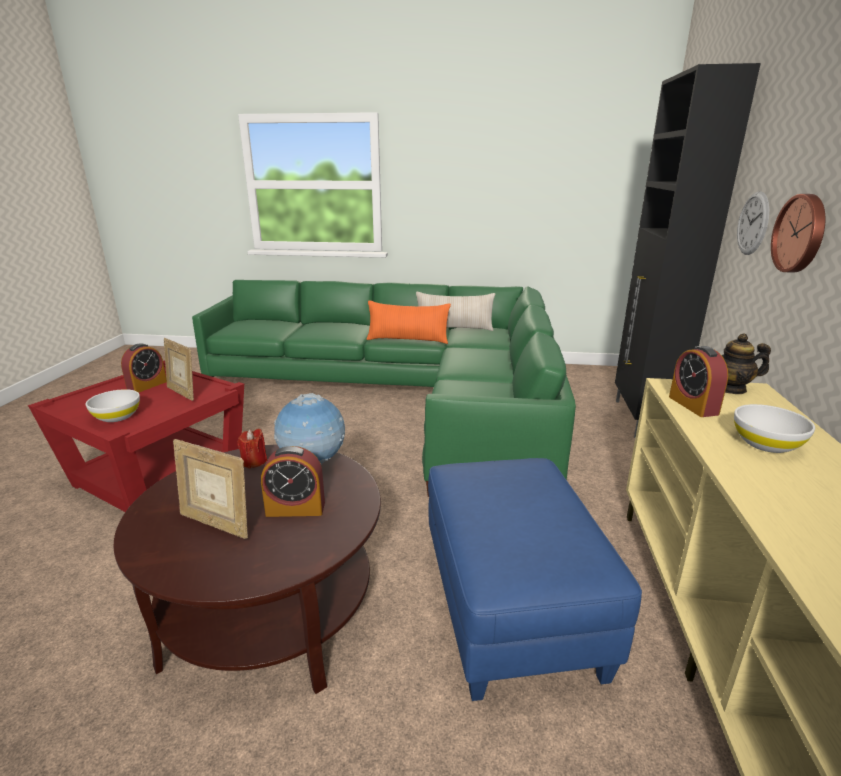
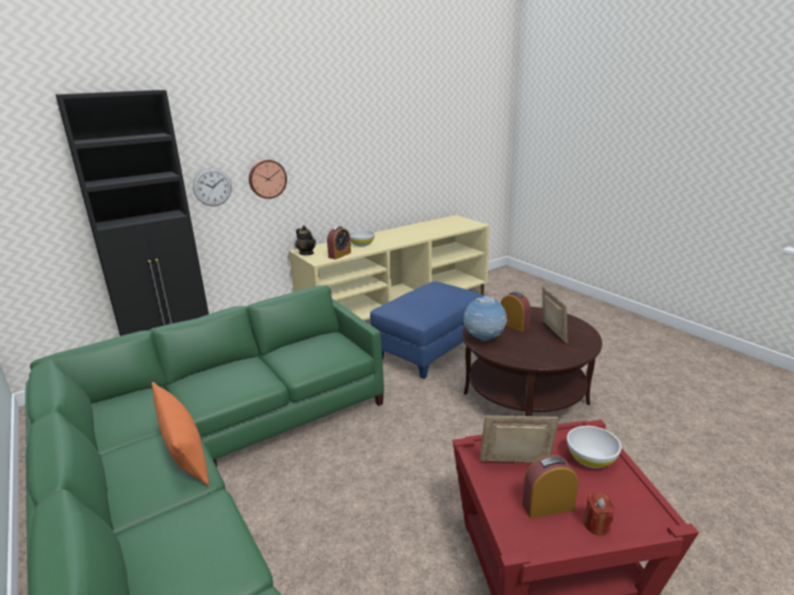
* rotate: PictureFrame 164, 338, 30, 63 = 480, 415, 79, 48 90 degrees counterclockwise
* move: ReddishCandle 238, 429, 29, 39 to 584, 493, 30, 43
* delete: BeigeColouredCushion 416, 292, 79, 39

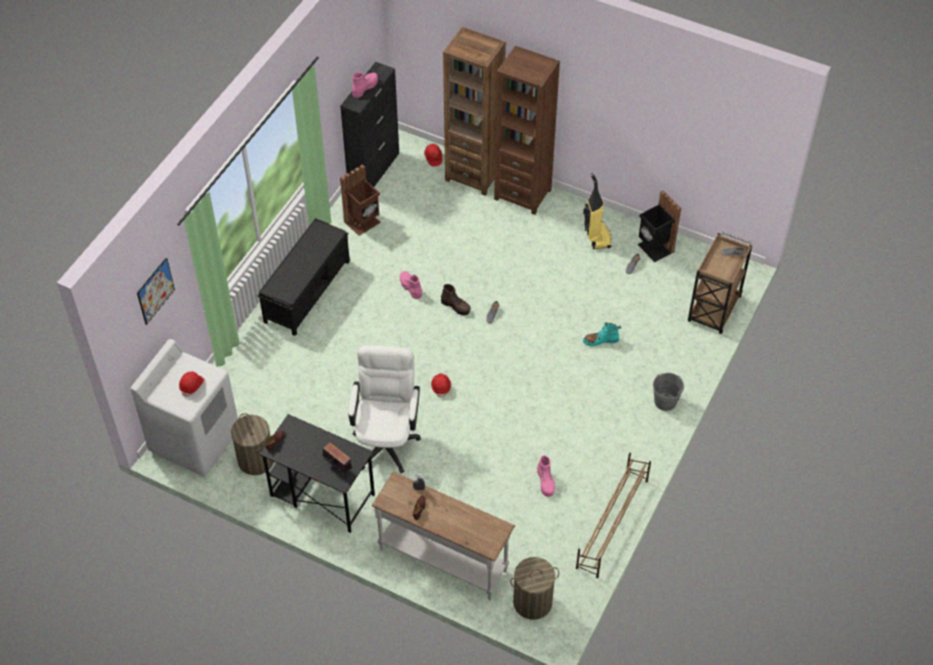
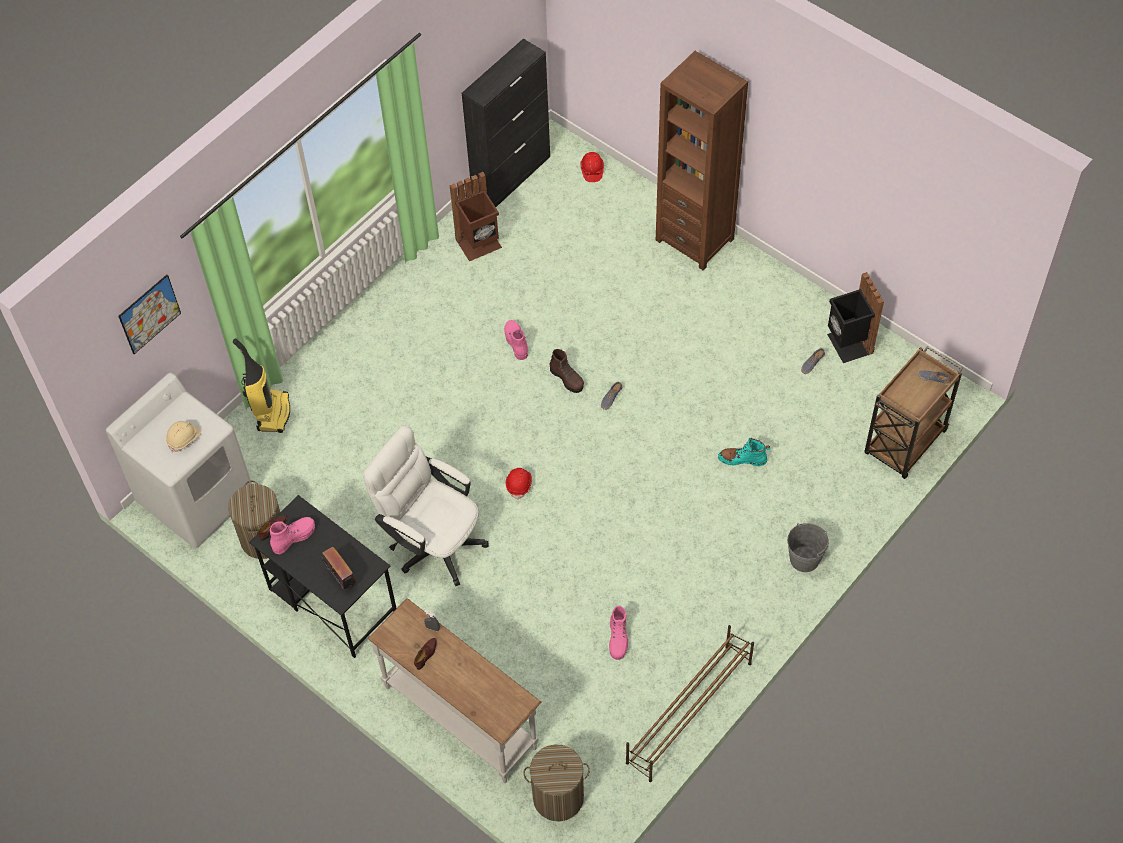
* recolor: ReddishSafetyHelmet 179, 371, 25, 26 to BeigeColouredSafetyHelmet 166, 421, 35, 31
* move: Vacuum 583, 173, 29, 76 to 233, 339, 57, 94
* move: PinkColouredHighTopBoot 352, 72, 26, 26 to 270, 517, 45, 37
* rotate: WhitishOfficeChair 348, 345, 73, 128 = 363, 426, 126, 160 75 degrees counterclockwise
* delete: BlackishLongSeat 258, 218, 92, 118
* delete: BrownishBookshelf 443, 27, 63, 169

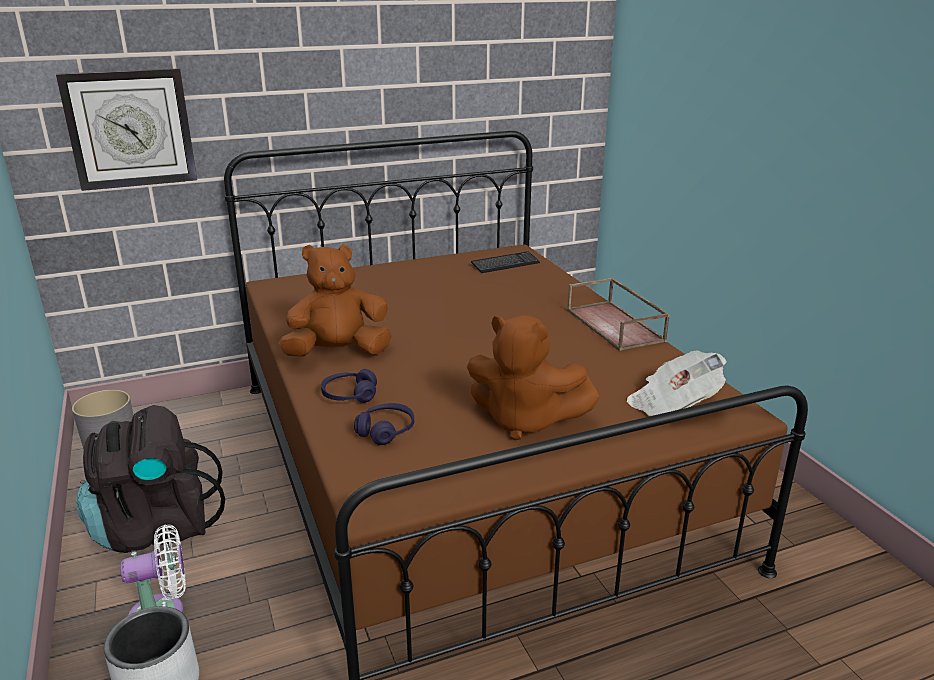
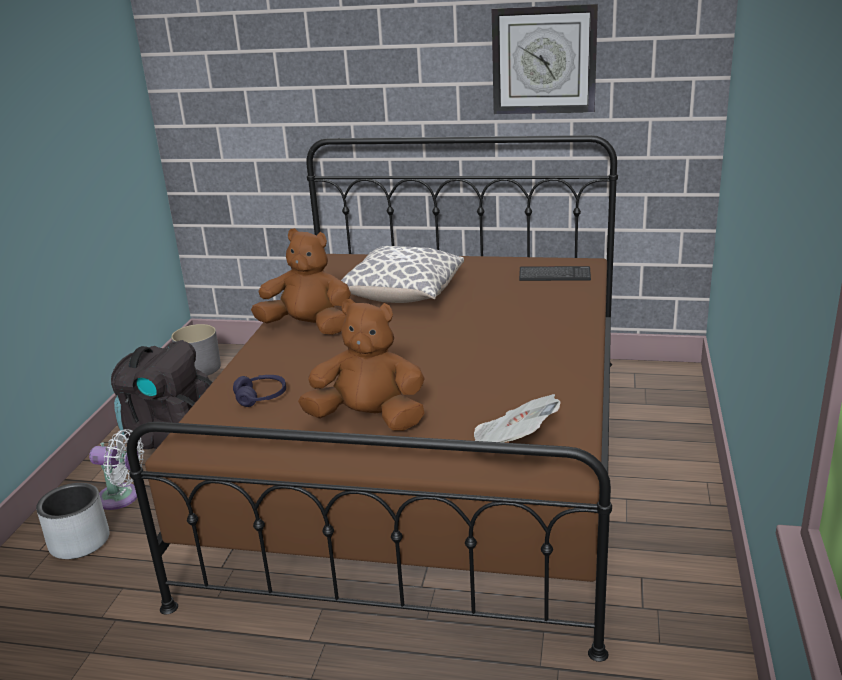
* rotate: BrownishCuddlyToy 467, 315, 133, 125 = 298, 299, 127, 132 135 degrees clockwise
* insert: Cushion 341, 246, 123, 57
* move: WallClock 56, 68, 141, 123 to 492, 4, 106, 110
* delete: PurpleColouredHeadphones 321, 369, 56, 34
* delete: BrownishServingTray 567, 278, 103, 73

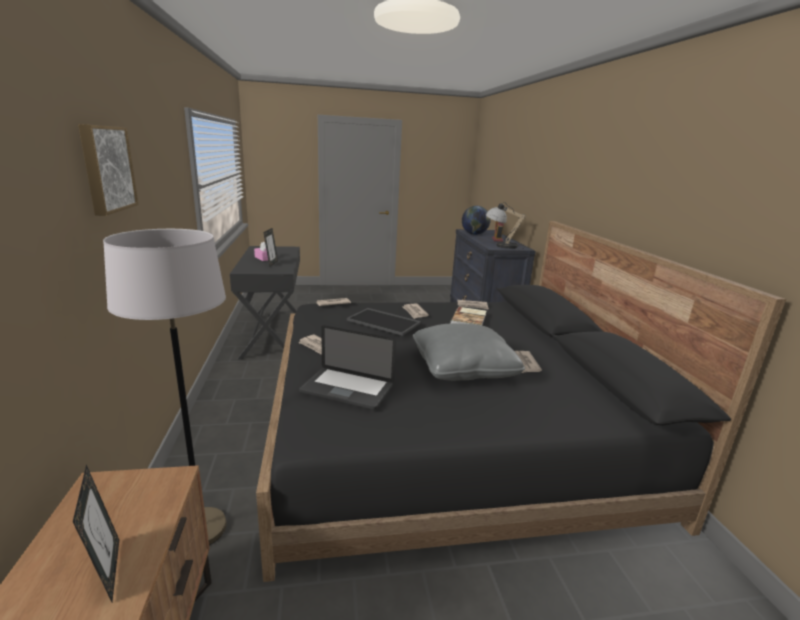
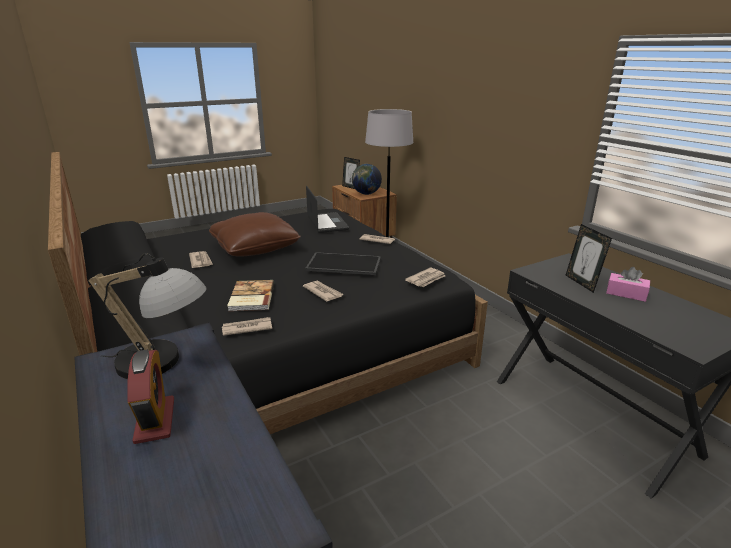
* recolor: GrayCushion 413, 323, 112, 58 to BrownishCushion 209, 212, 92, 45
* rotate: PortableComputer 299, 325, 97, 85 = 306, 186, 43, 47 75 degrees clockwise
* move: WorldGlobe 462, 206, 29, 29 to 352, 164, 30, 31
* delete: WallPicture 78, 124, 61, 92

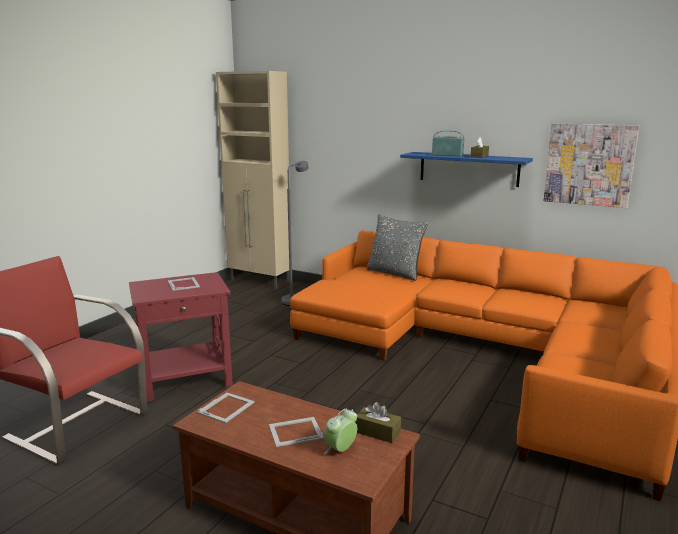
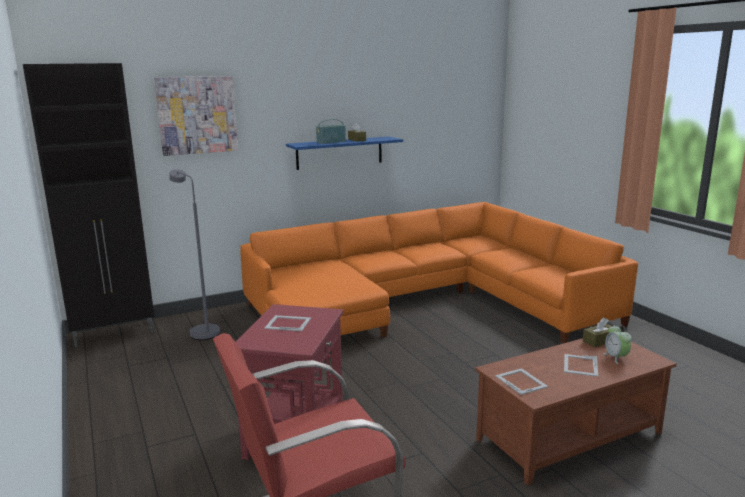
* recolor: BeigeColouredCupboard 216, 71, 74, 218 to BlackishCupboard 23, 63, 131, 284
* move: WallPicture 544, 123, 95, 85 to 154, 76, 84, 80
* delete: GrayCushion 367, 214, 61, 67

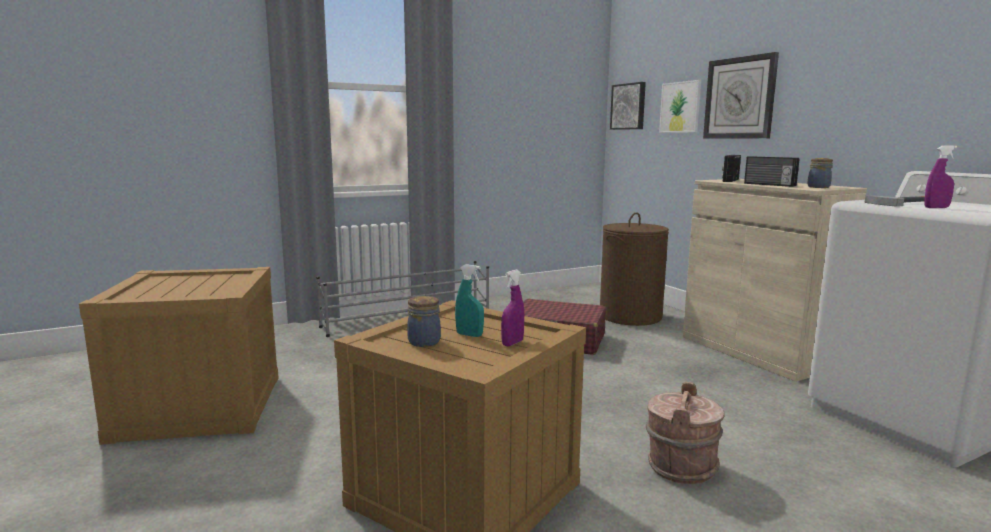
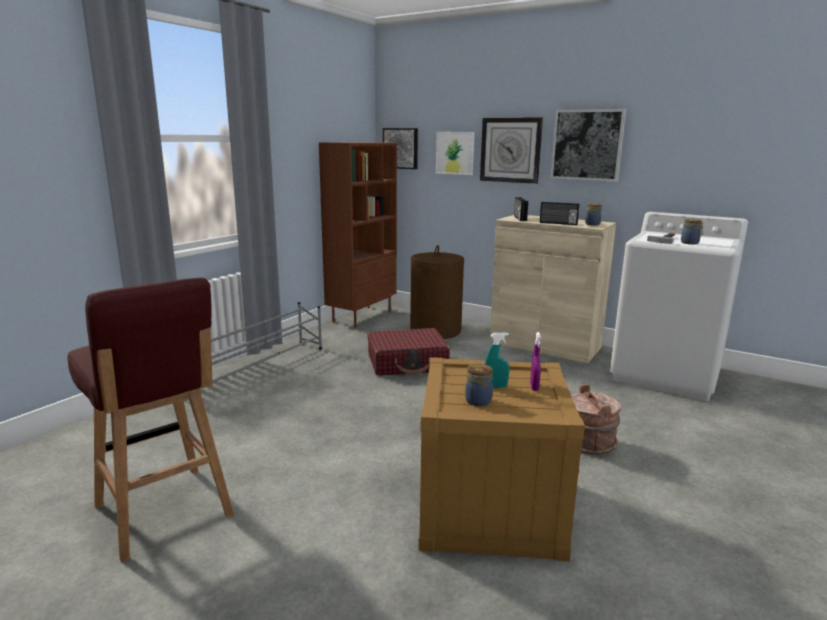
* replace: PackingCrate 79, 267, 200, 178 to ReddishSittingStool 67, 277, 167, 286
* insert: BrownishBookshelf 319, 142, 78, 185
* insert: WallPicture 550, 109, 76, 73
* replace: PurpleColouredSprayBottle 924, 145, 33, 63 to StorageJar 681, 219, 22, 25

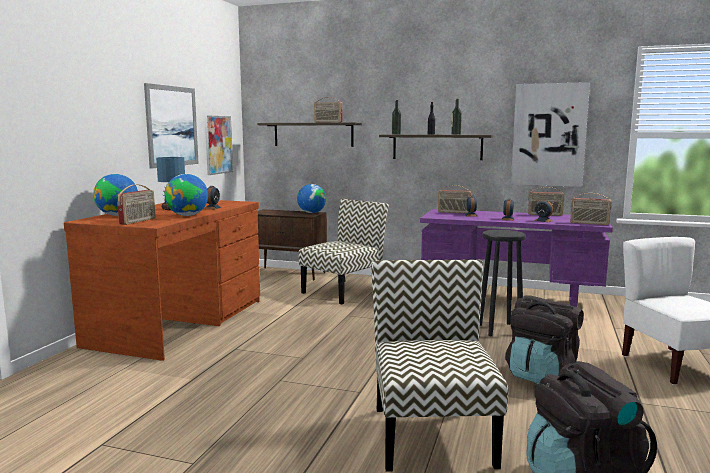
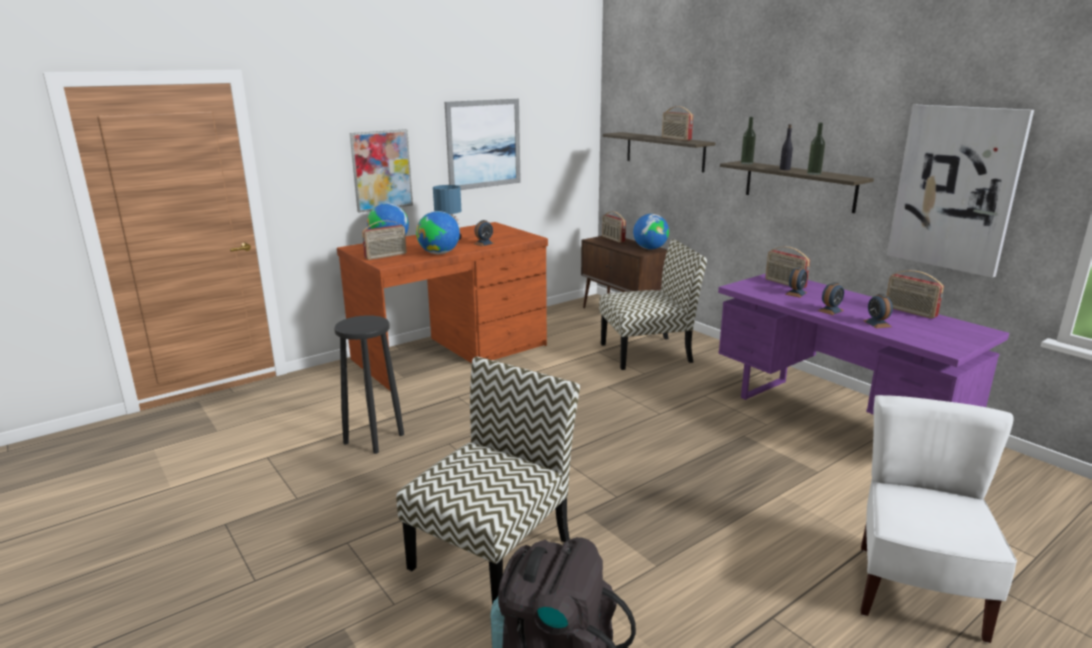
* move: BlackishSittingStool 480, 230, 45, 106 to 334, 315, 70, 139
* move: WallPicture 205, 115, 28, 60 to 350, 129, 63, 84
* move: Radio 570, 193, 42, 32 to 602, 211, 24, 32
* delete: BlackishRucksack 505, 295, 79, 88

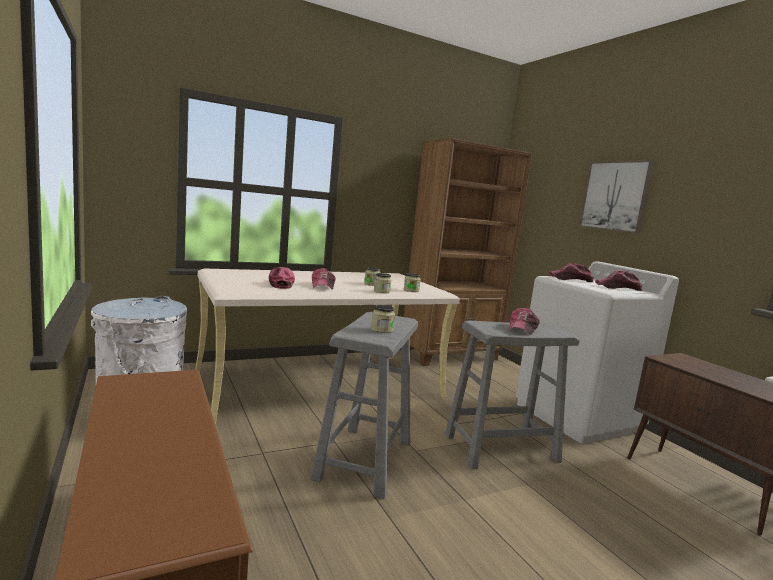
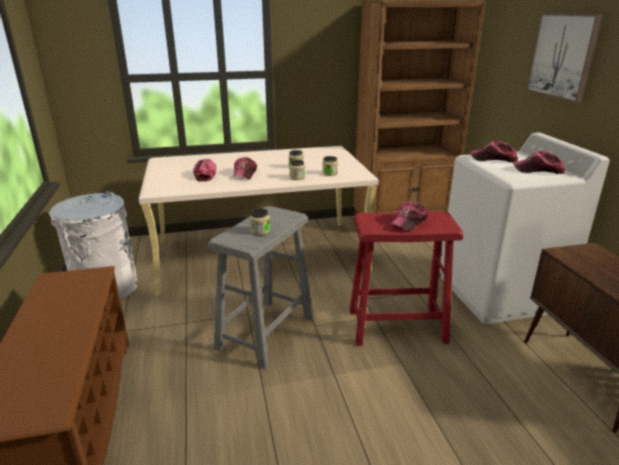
* recolor: GraySittingStool 445, 320, 134, 149 to ReddishSittingStool 349, 212, 114, 134

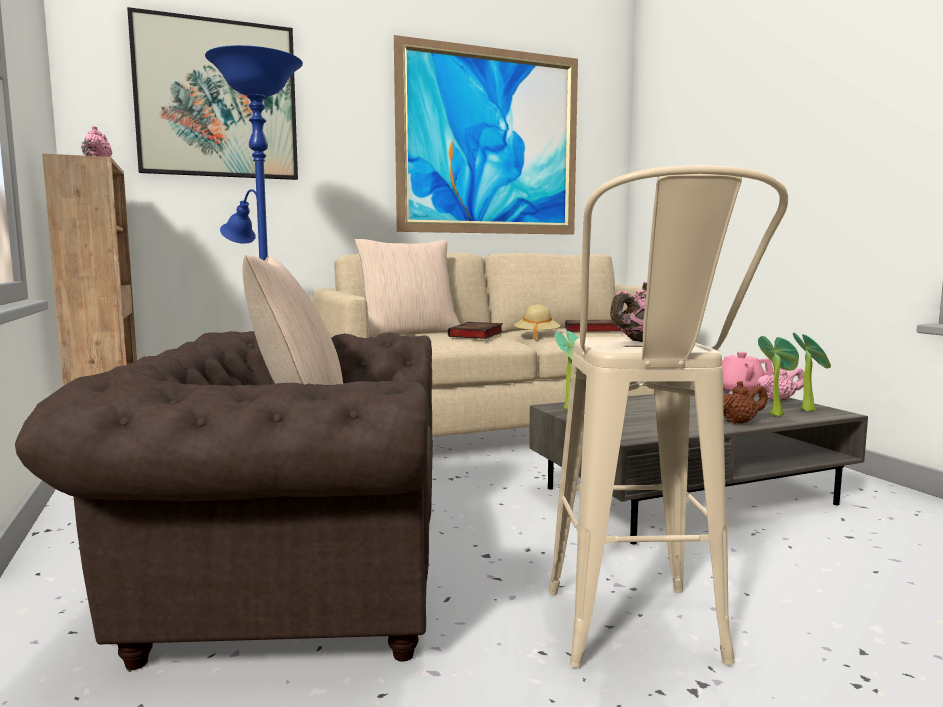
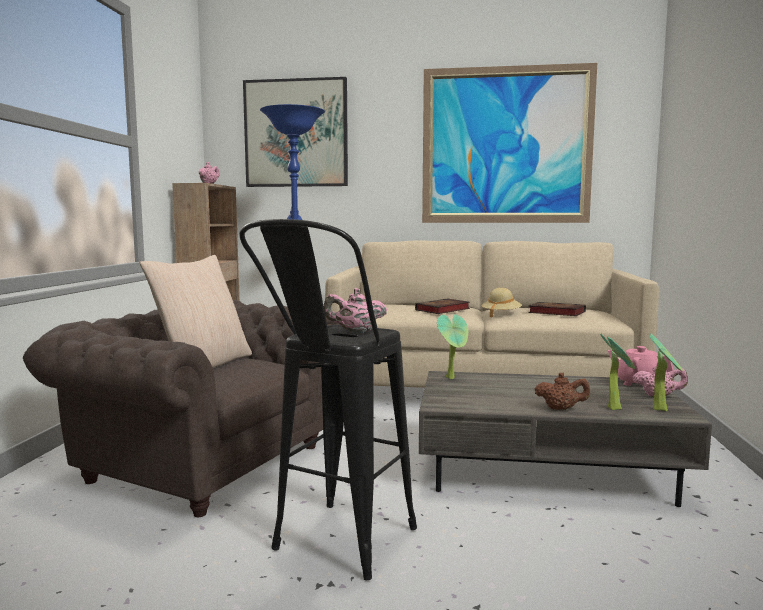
* recolor: BeigeColouredSittingStool 548, 165, 240, 503 to BlackishSittingStool 239, 219, 178, 361
* delete: BeigeColouredCushion 354, 239, 106, 98

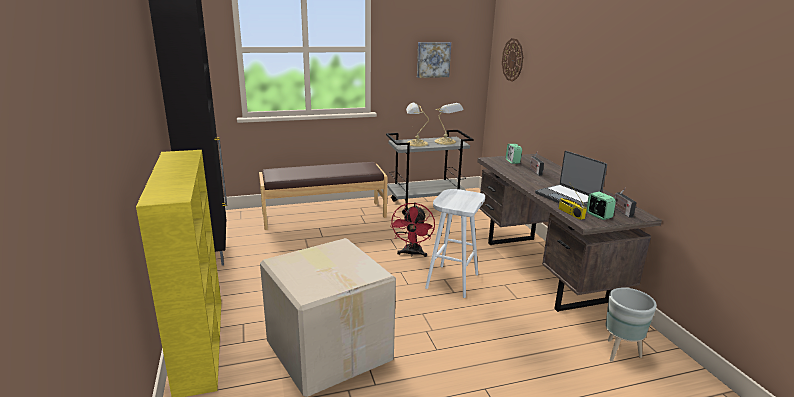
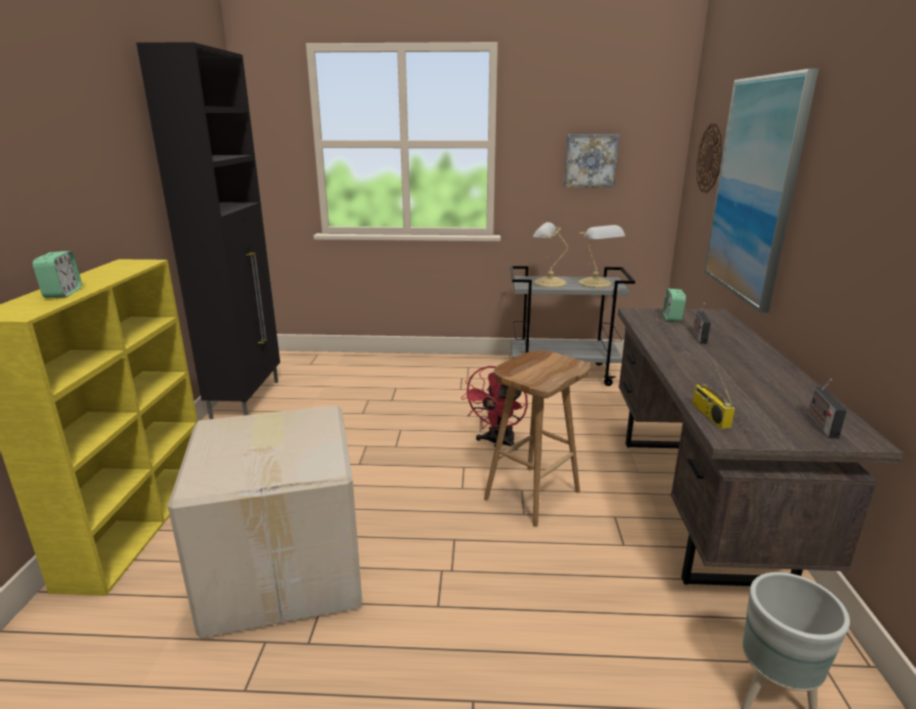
* move: BedsideClock 586, 192, 30, 28 to 33, 251, 49, 47
* recolor: WhitishSittingStool 425, 189, 60, 109 to BrownishSittingStool 484, 350, 106, 177
* insert: WallPicture 704, 68, 115, 245
* delete: BrownishLongSeat 259, 162, 128, 68
* delete: PortableComputer 535, 151, 72, 55

